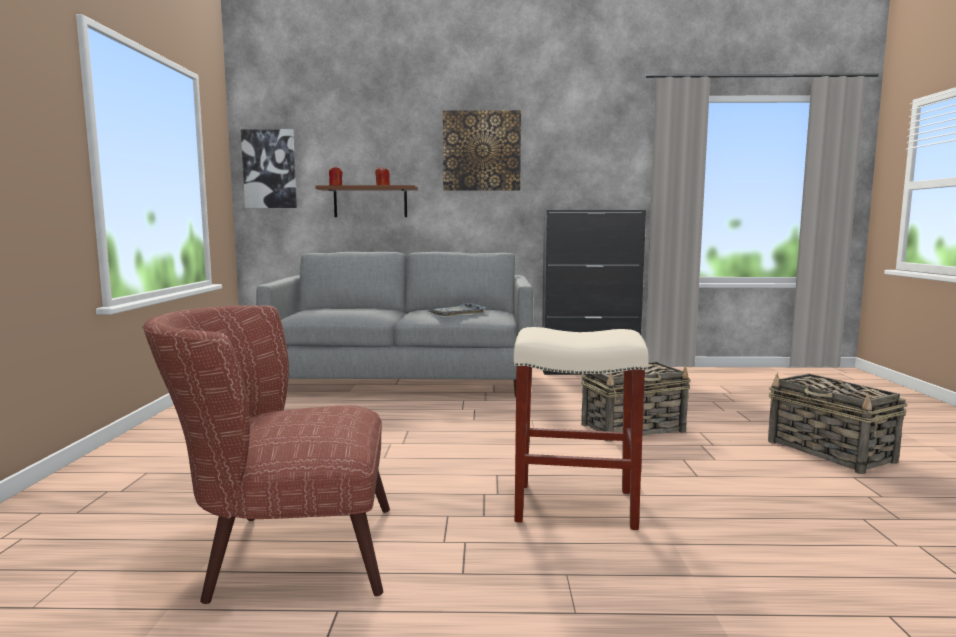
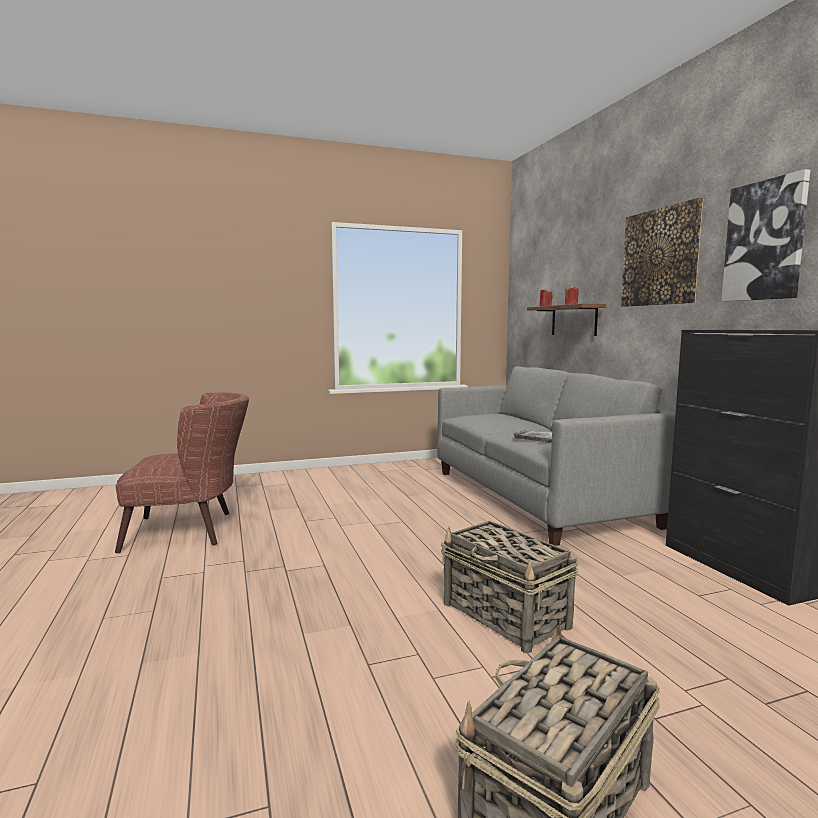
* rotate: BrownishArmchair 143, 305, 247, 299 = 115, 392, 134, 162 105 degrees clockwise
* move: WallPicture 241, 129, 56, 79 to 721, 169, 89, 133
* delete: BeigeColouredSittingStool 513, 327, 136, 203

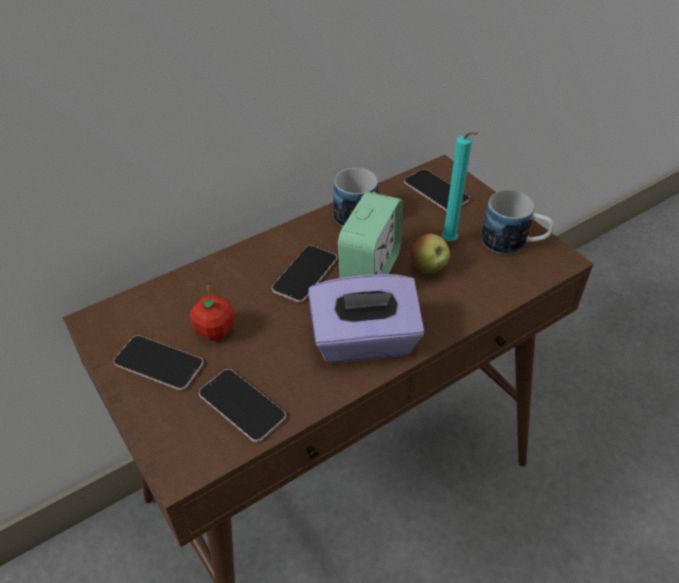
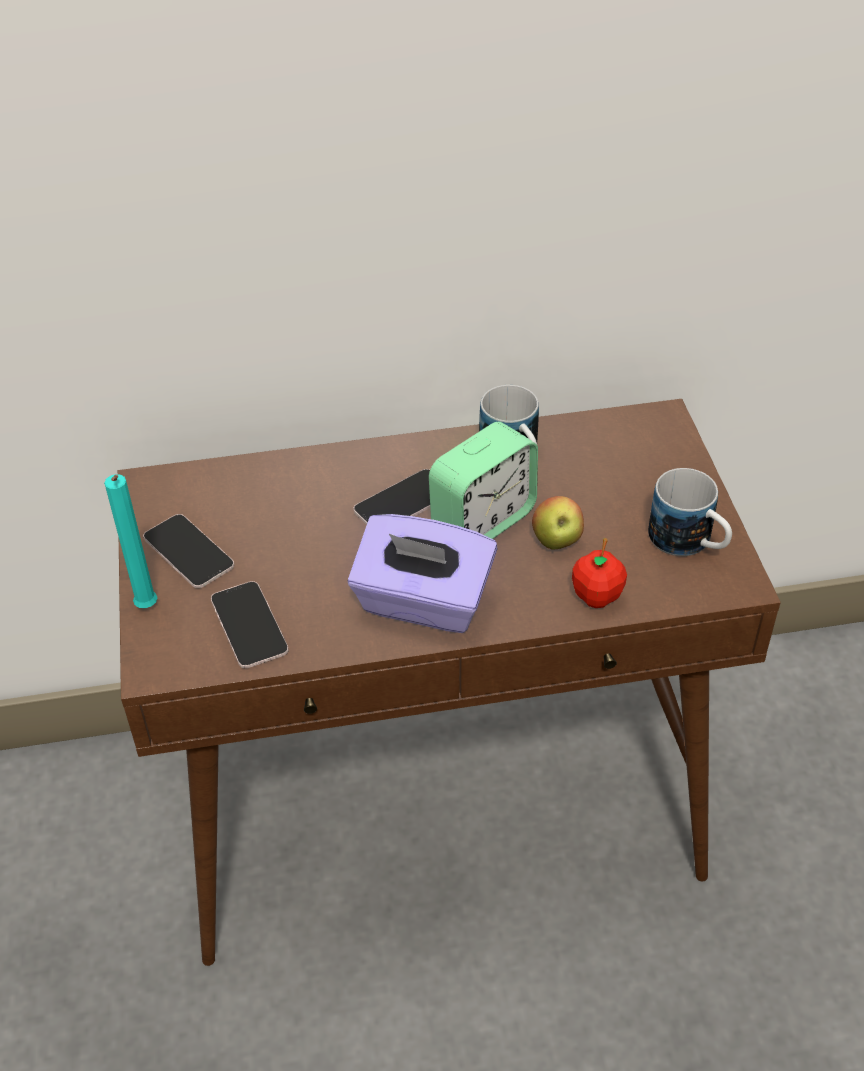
* move: TurquoiseCandle 442, 132, 36, 109 to 104, 474, 53, 134
* move: Apple 190, 285, 44, 56 to 572, 538, 55, 70
* delete: Telephone 404, 169, 66, 42

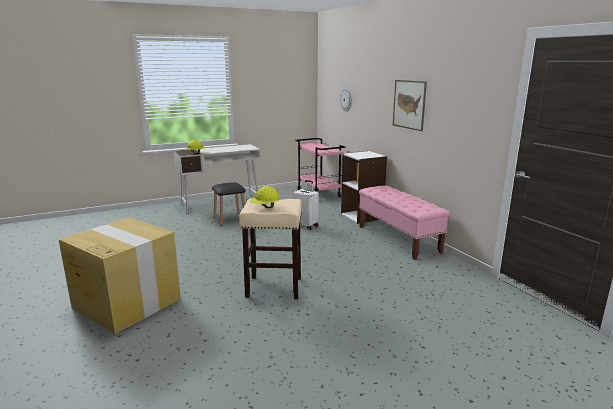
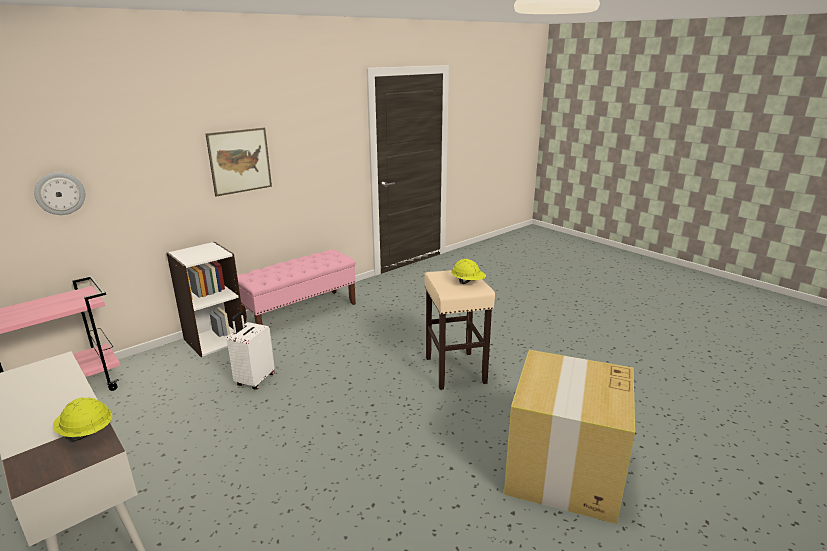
* delete: BlackishSittingStool 212, 182, 34, 44

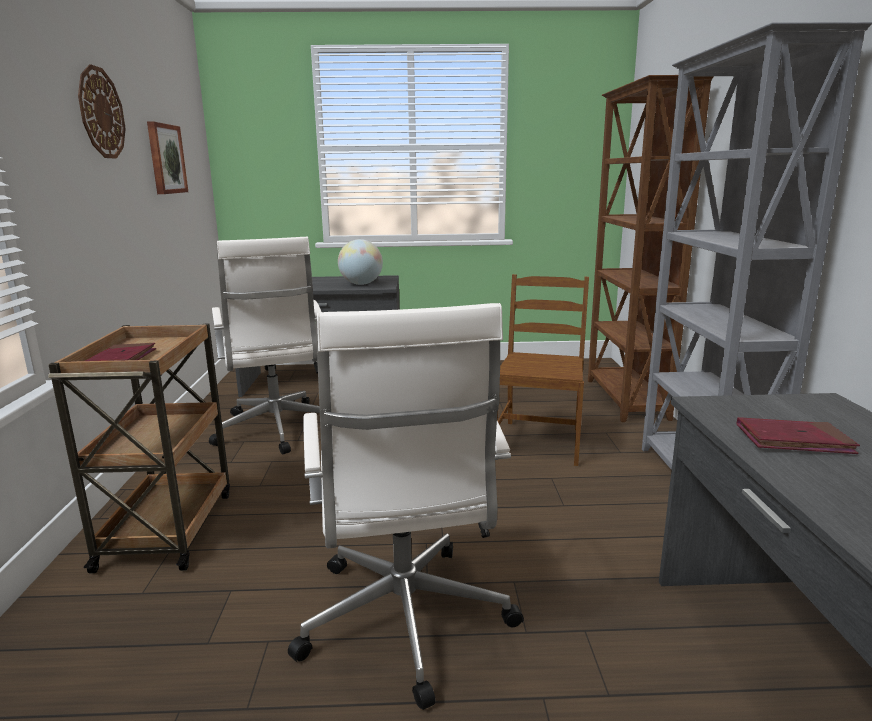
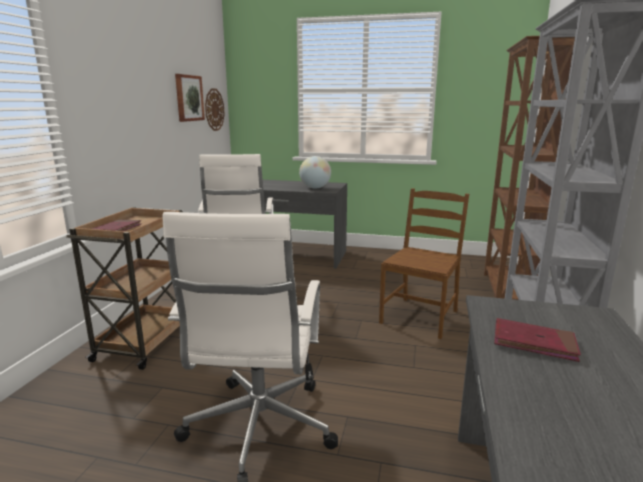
* move: WallClock 78, 64, 48, 95 to 205, 88, 20, 43

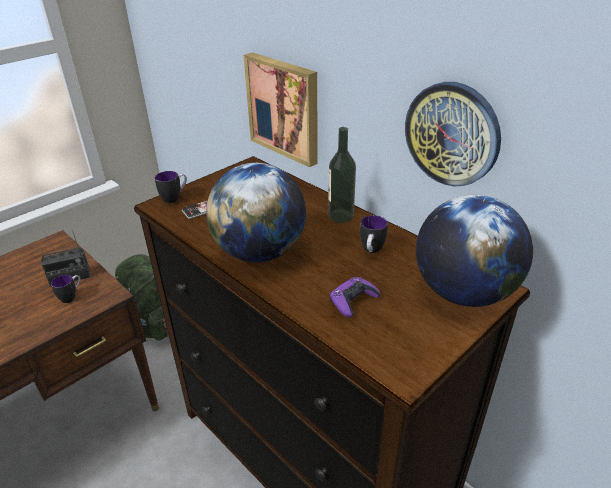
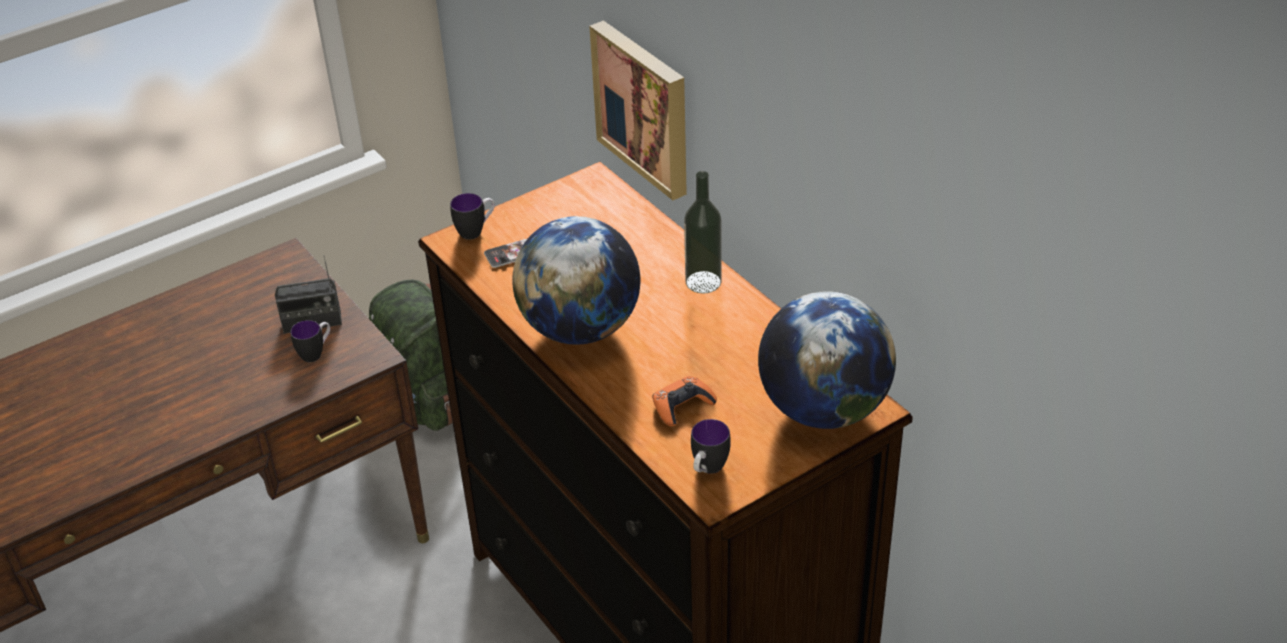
* recolor: PurpleColouredGamepad 330, 277, 50, 41 to OrangeColouredGamepad 652, 376, 65, 50
* move: Mug 360, 215, 28, 38 to 691, 419, 40, 55
* delete: WallClock 405, 82, 96, 104

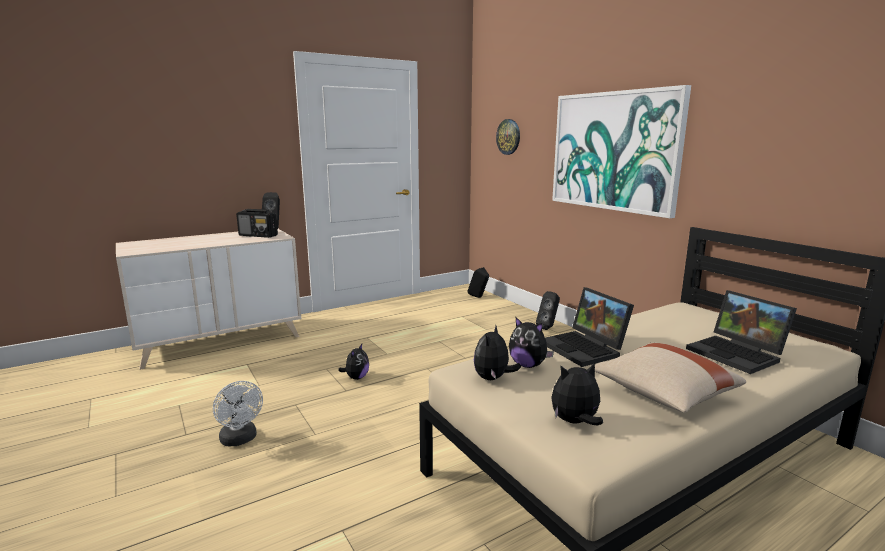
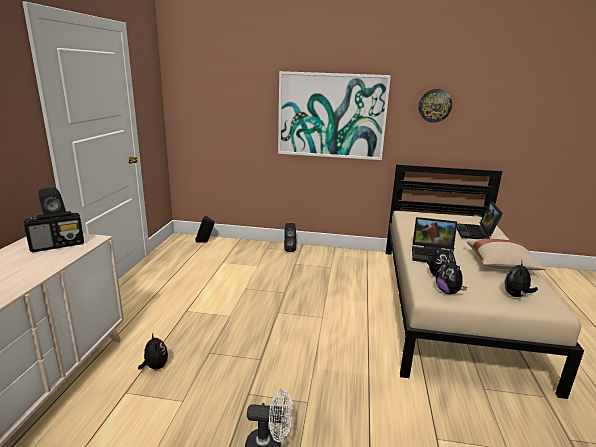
* move: CuddlyToy 338, 344, 31, 36 to 138, 333, 30, 37
* move: WallClock 496, 119, 24, 36 to 418, 89, 34, 34
* rotate: PortableComputer 686, 290, 111, 84 = 457, 202, 46, 37 90 degrees clockwise

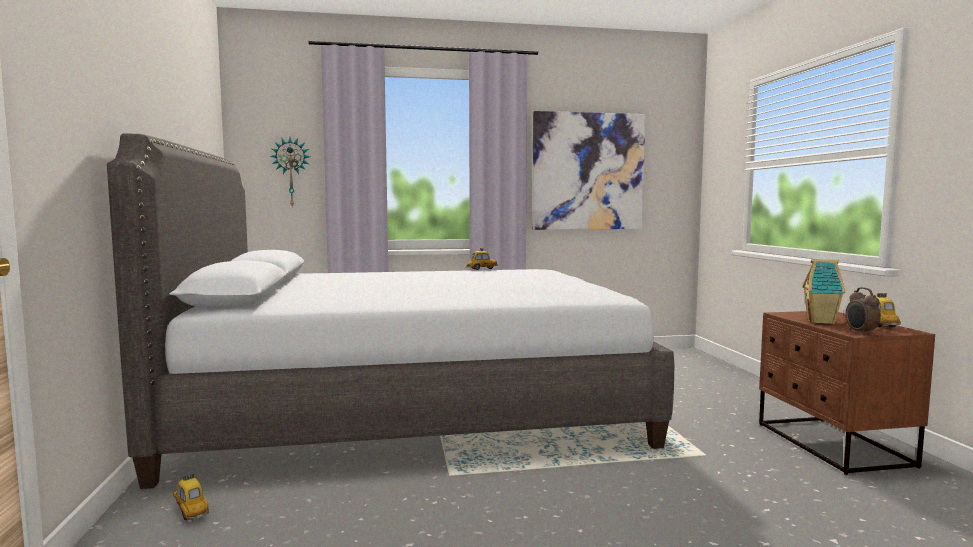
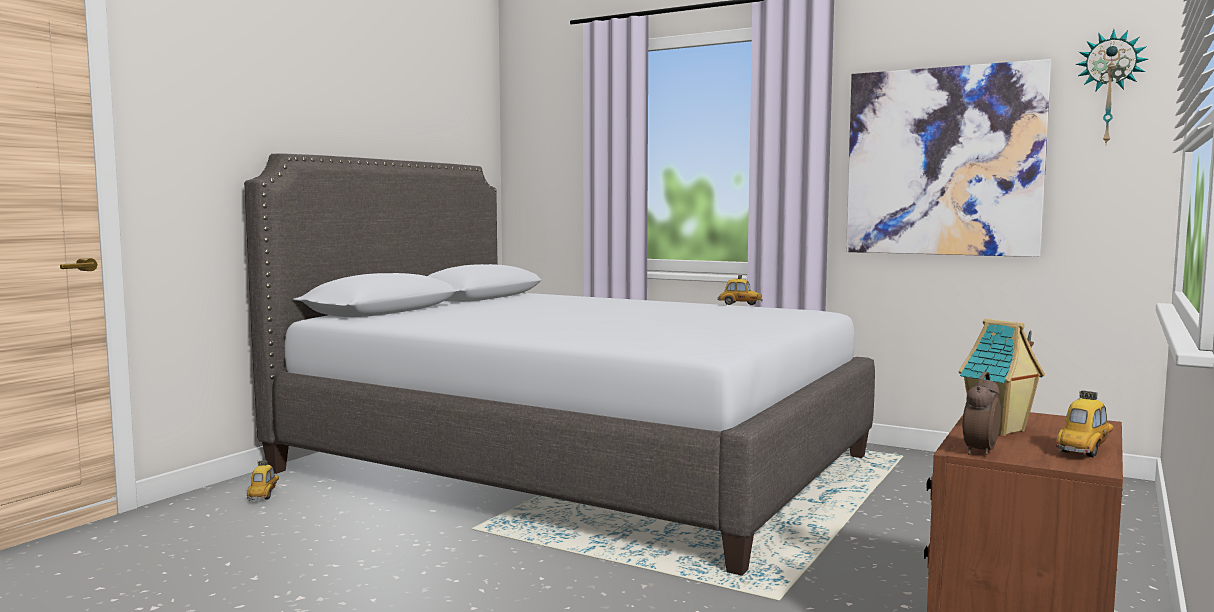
* move: WallClock 271, 137, 39, 70 to 1076, 29, 72, 115

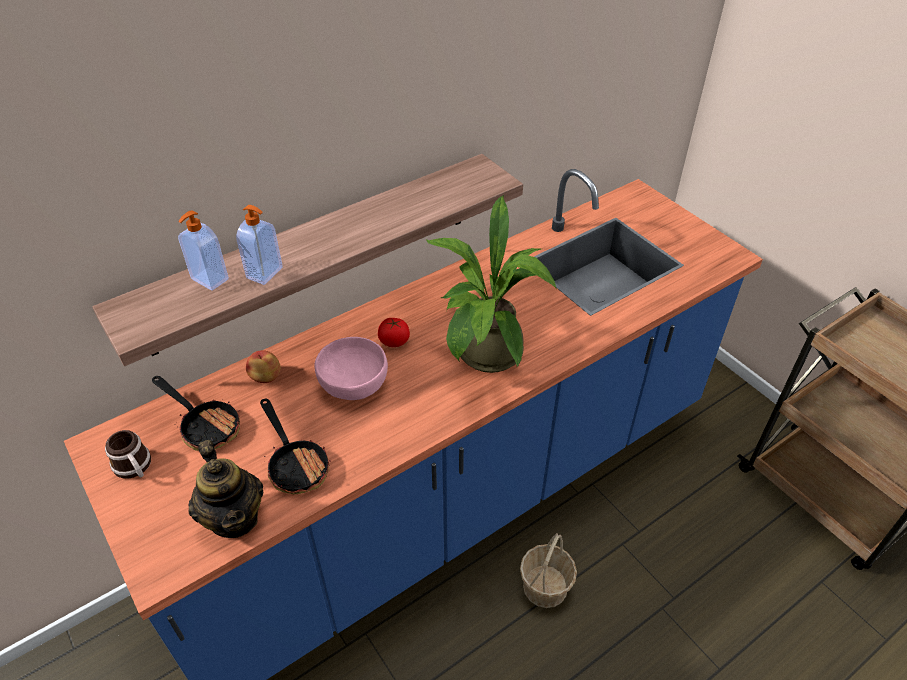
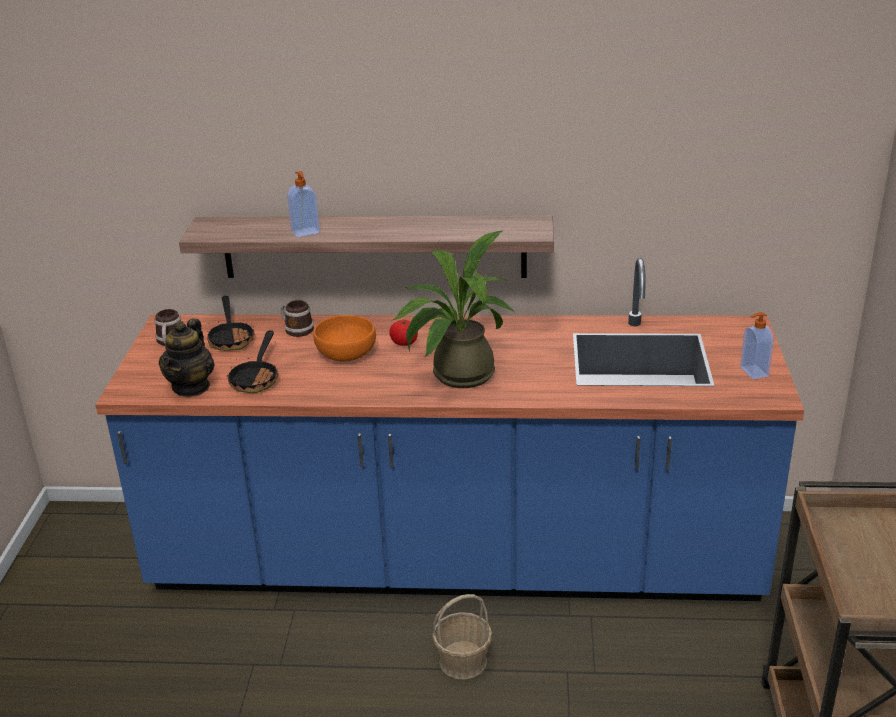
* replace: Apple 246, 350, 35, 33 to Mug 280, 300, 34, 37
* recolor: PinkColouredServingBowl 314, 337, 74, 63 to OrangeColouredServingBowl 313, 315, 63, 46
* move: SoapBottle 178, 210, 51, 81 to 740, 312, 34, 67

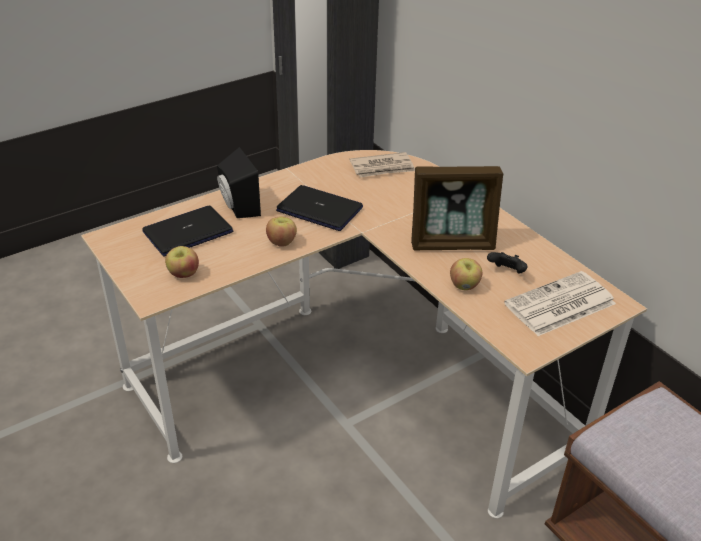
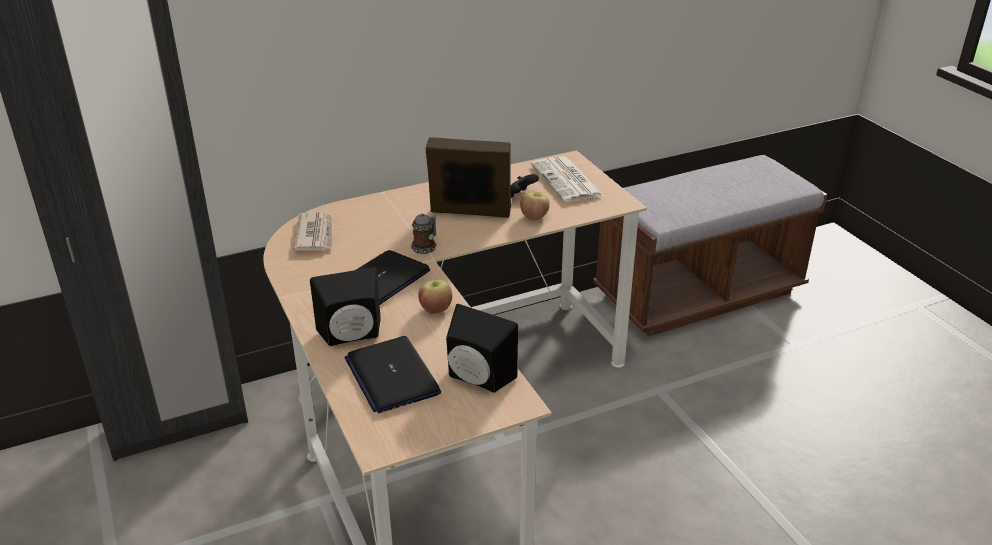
* insert: Mug 411, 213, 26, 41
* rotate: PictureFrame 411, 166, 92, 84 = 426, 137, 85, 80 90 degrees counterclockwise
* replace: Apple 165, 246, 34, 32 to BlackishLoudspeaker 446, 304, 72, 89

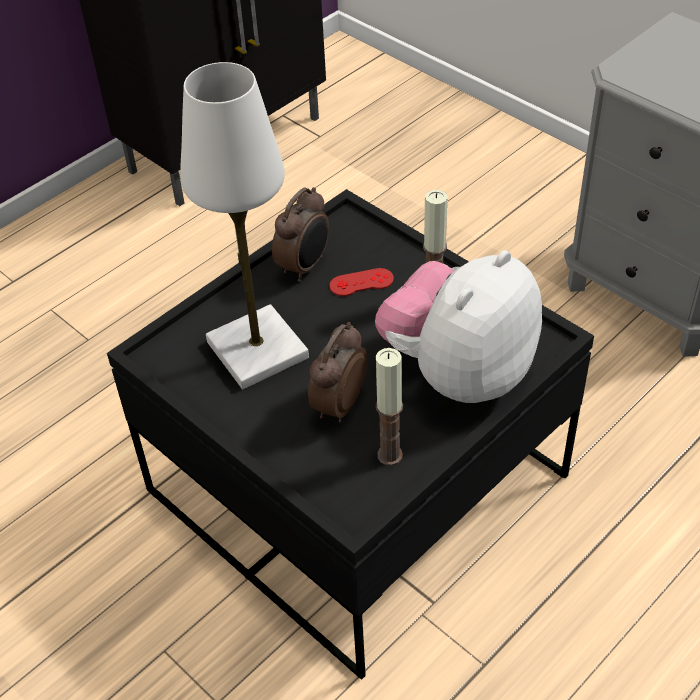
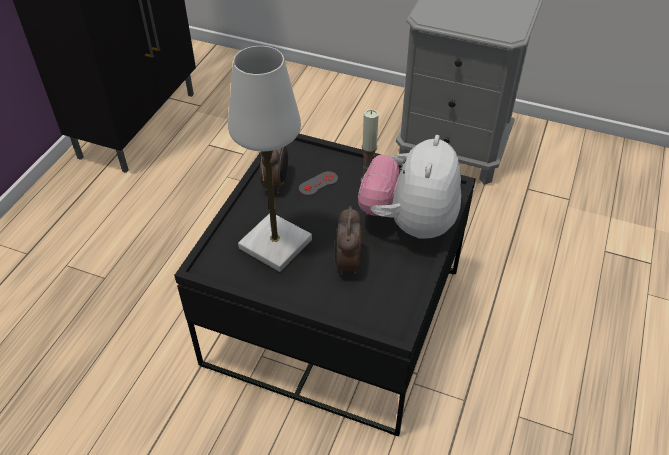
* recolor: ReddishGamepad 329, 268, 65, 28 to GrayGamepad 299, 171, 39, 25
* delete: Candle 376, 348, 27, 118

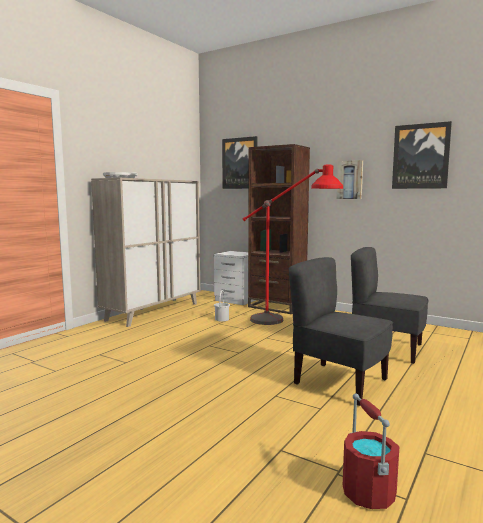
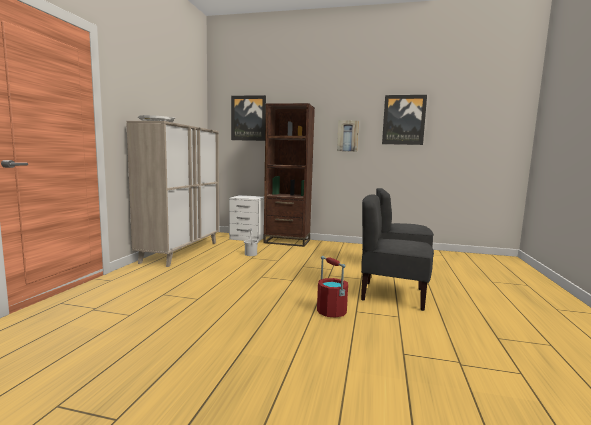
* move: ReddishBucket 343, 393, 57, 116 to 317, 256, 31, 61
* delete: ReddishFloorLamp 243, 164, 100, 161

